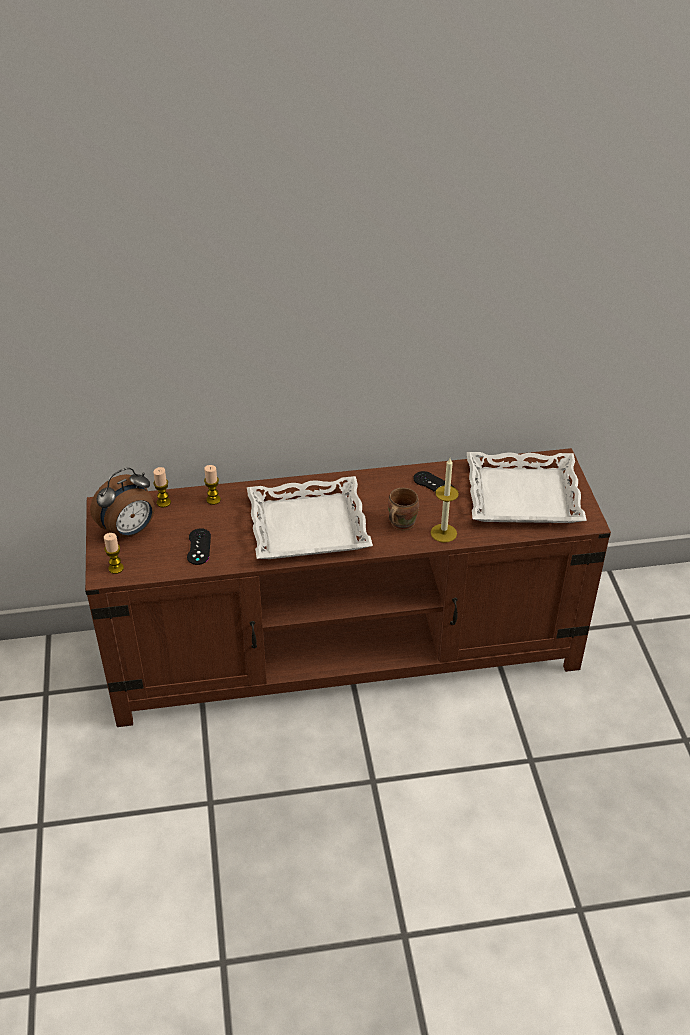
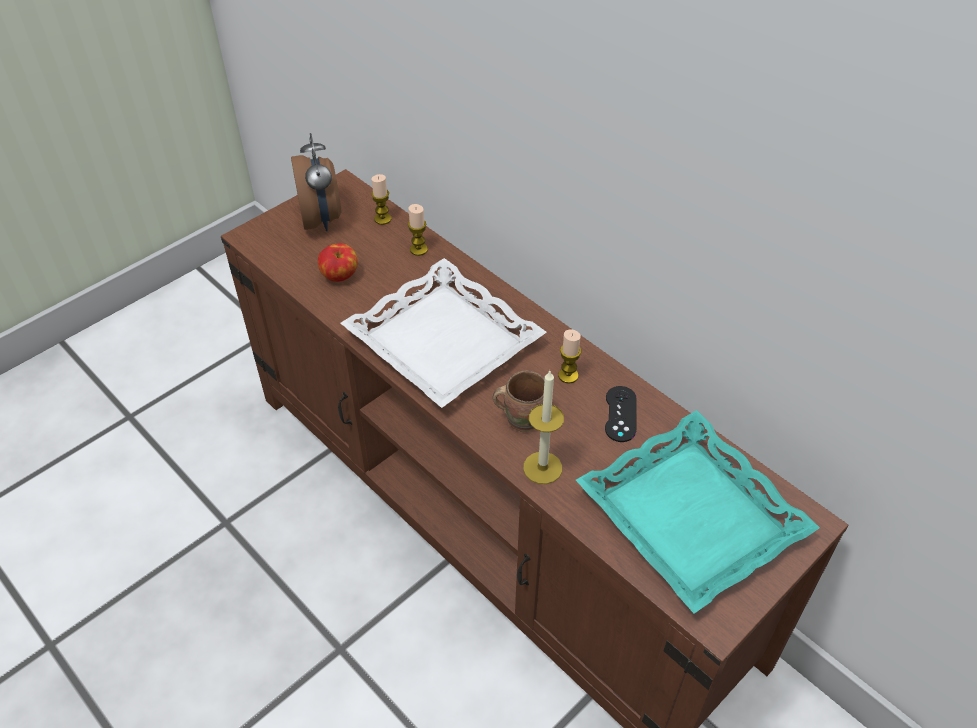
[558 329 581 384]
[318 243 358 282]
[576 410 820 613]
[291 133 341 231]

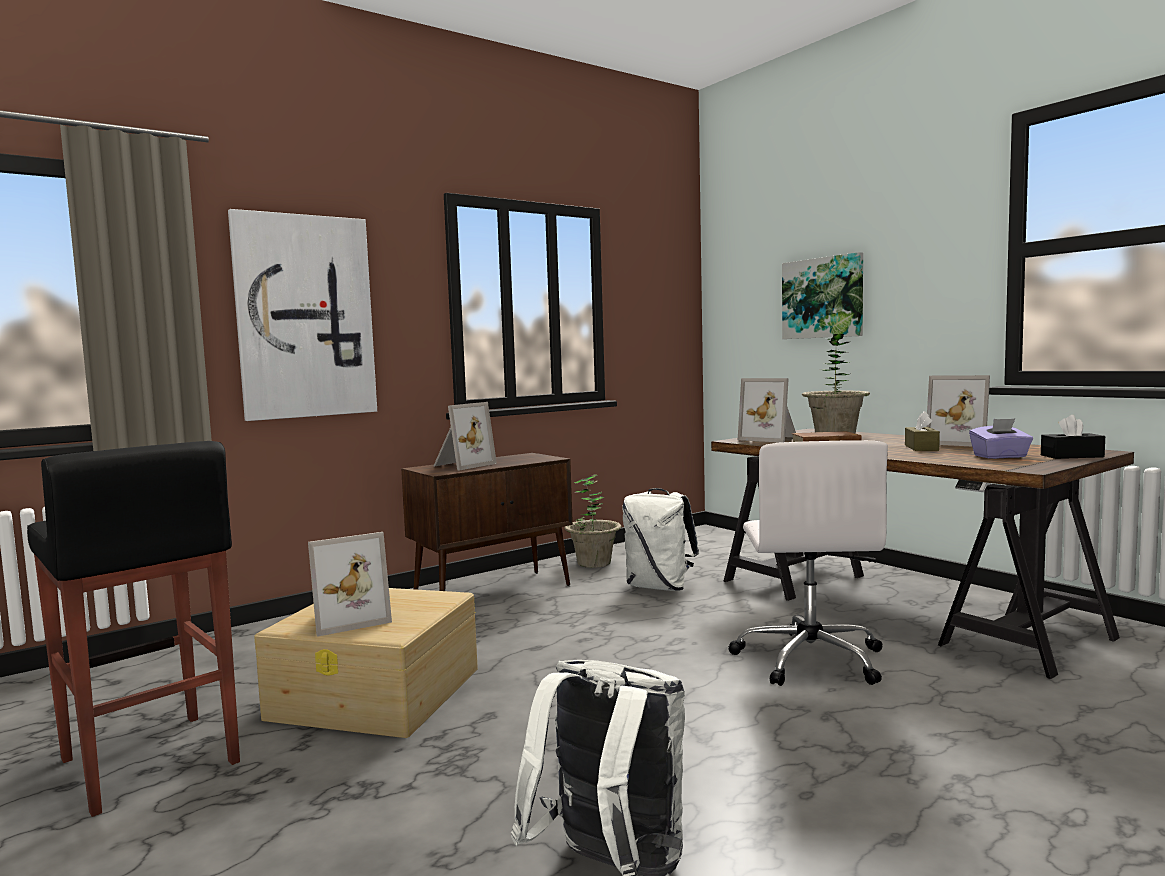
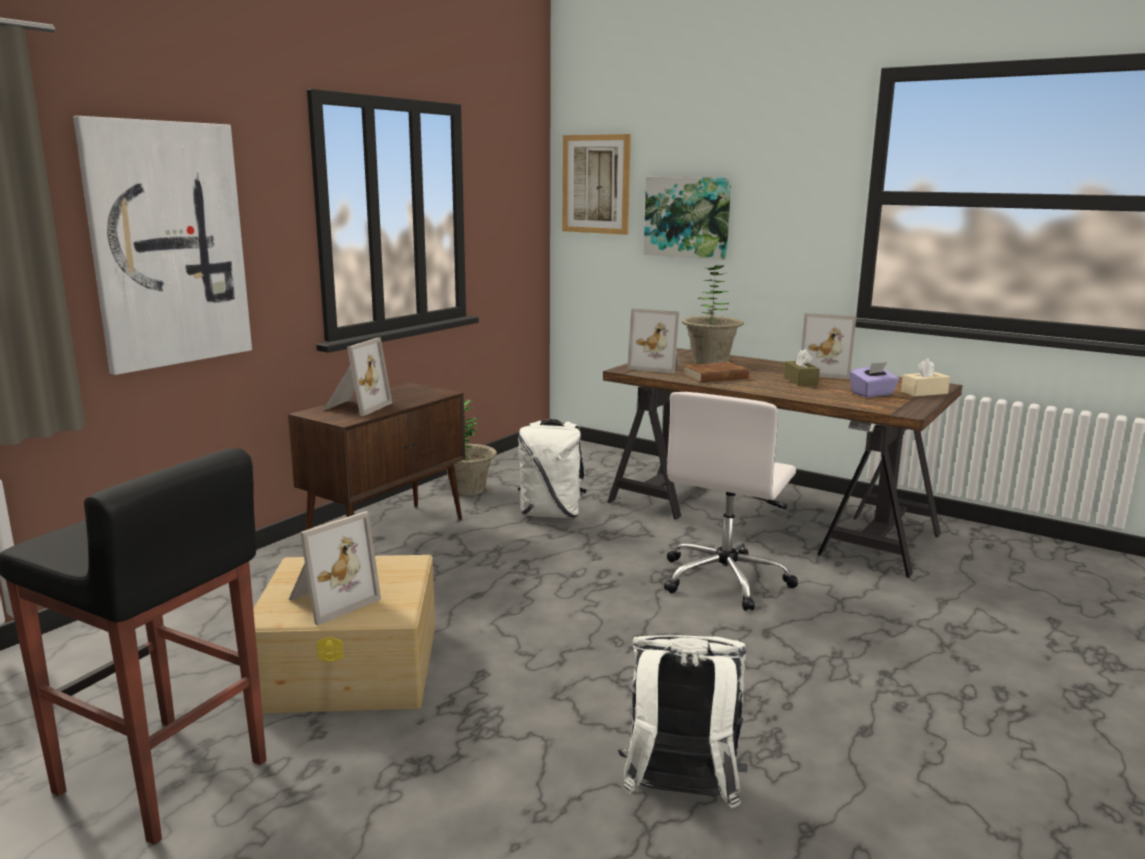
[562 134 631 235]
[901 358 950 397]
[664 392 798 611]

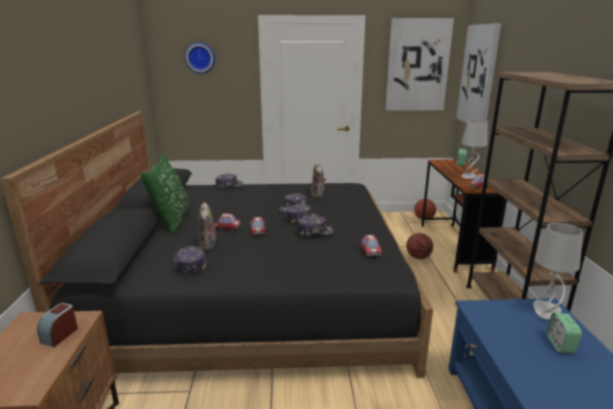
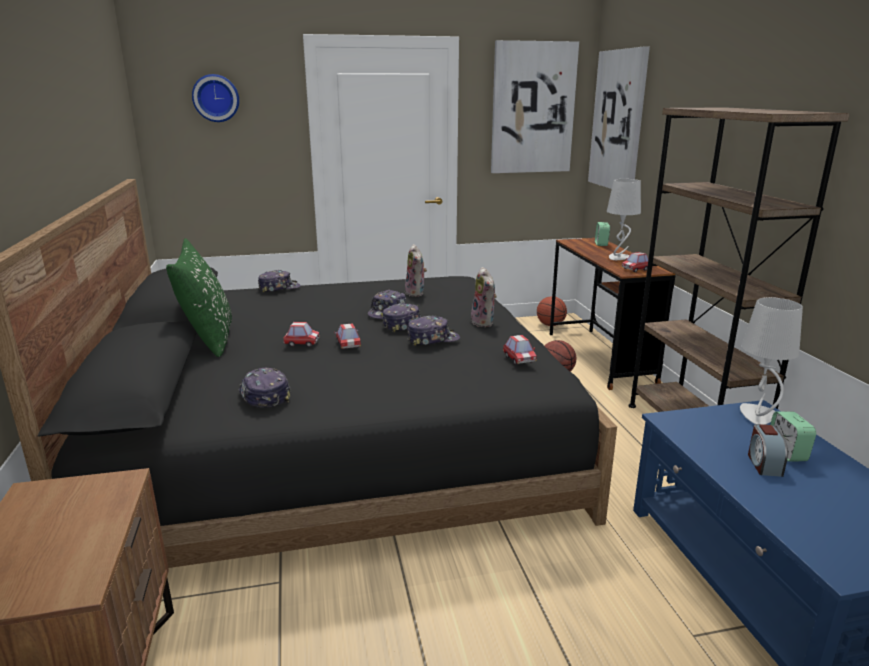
[748 424 788 477]
[471 267 497 327]

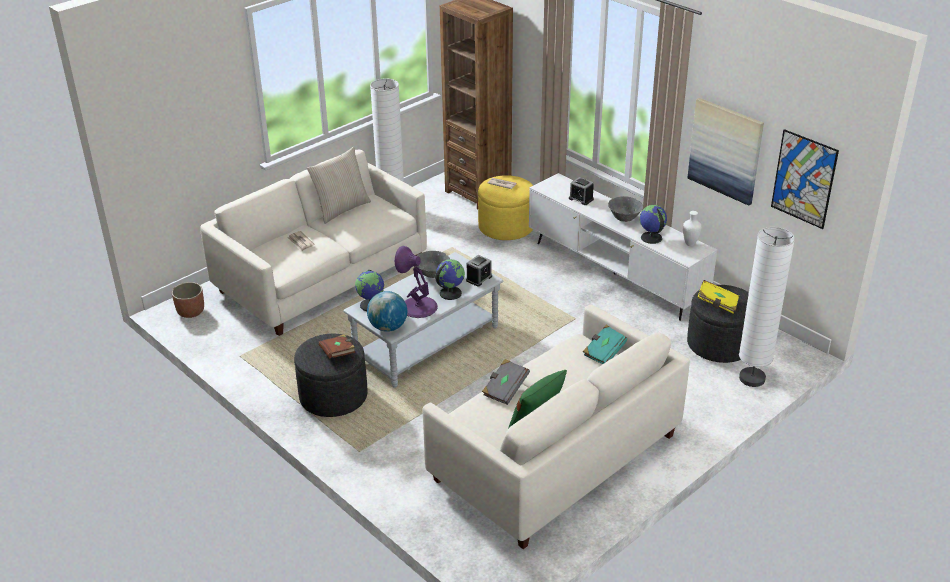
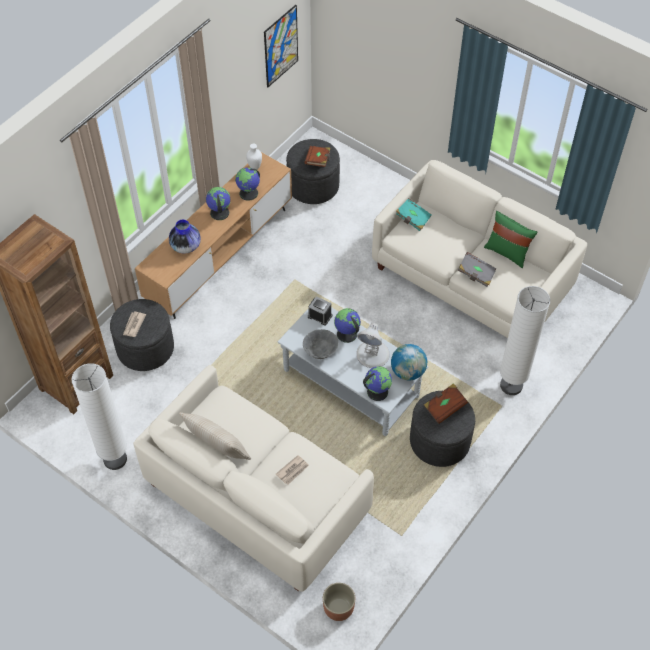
[687 98 764 206] (first image)
[500 286 550 395]
[169 220 201 254]
[206 187 230 220]
[356 323 390 368]
[110 299 174 371]
[135 152 292 319]
[304 146 330 167]

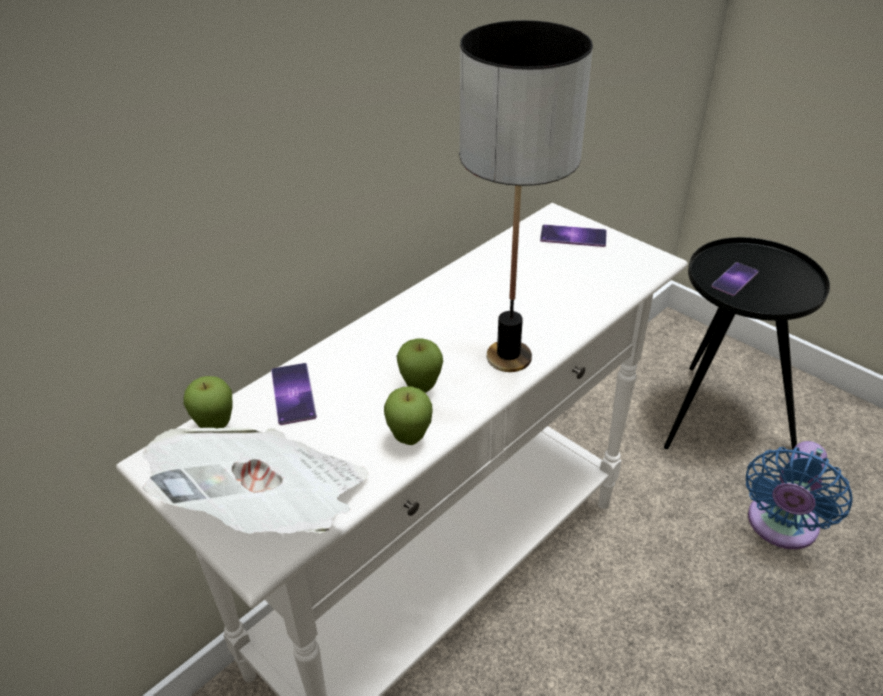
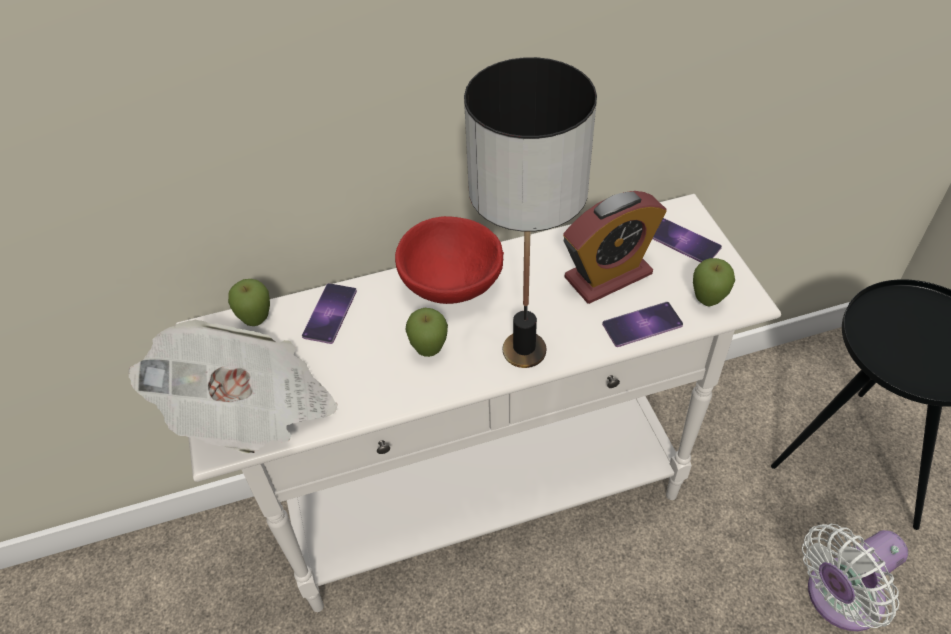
[395 216 504 304]
[563 191 667 304]
[693 258 735 306]
[602 302 683 347]
[802 524 908 631]

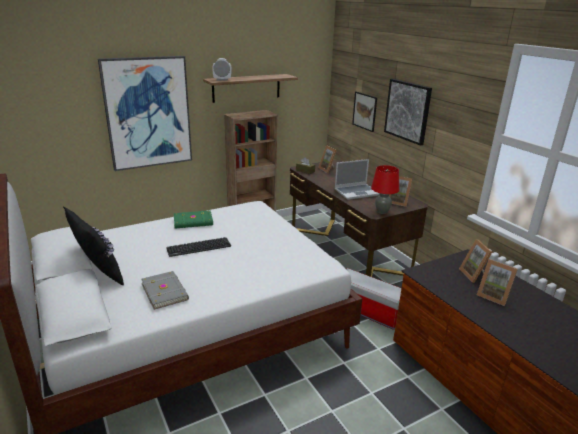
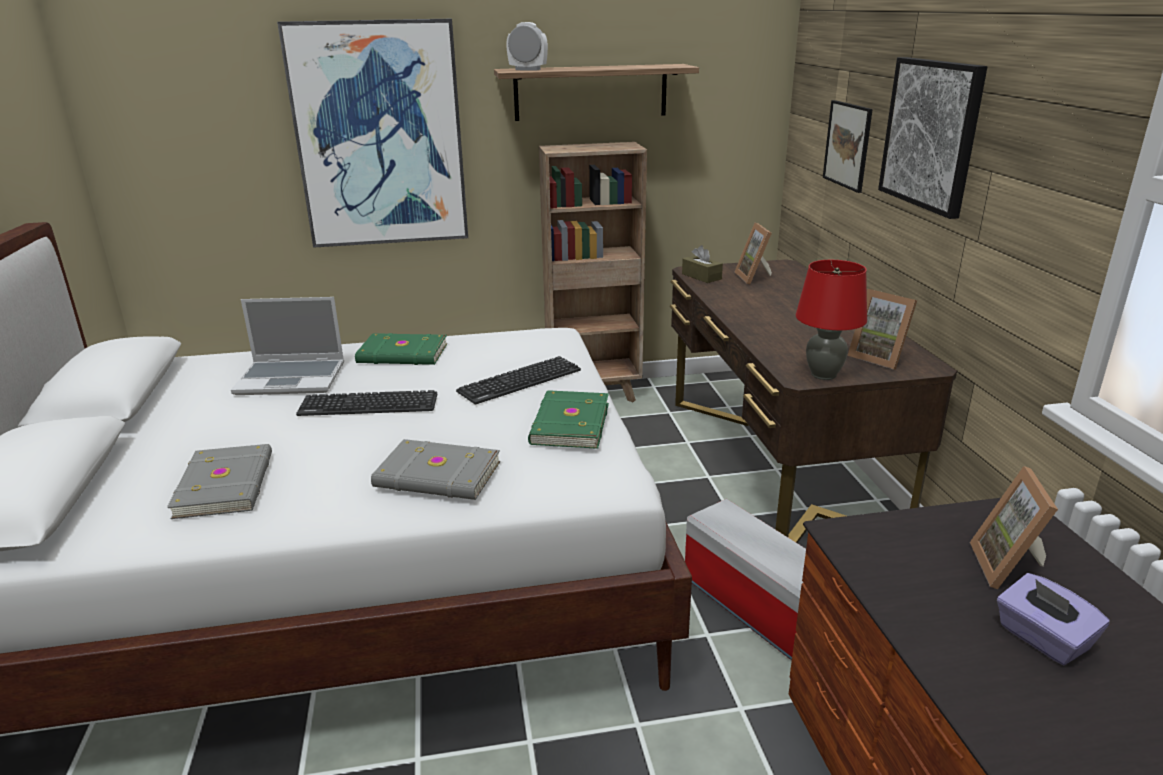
[63 207 124 286] (first image)
[371 439 500 500]
[456 356 581 404]
[528 390 609 449]
[231 297 344 395]
[997 573 1110 665]

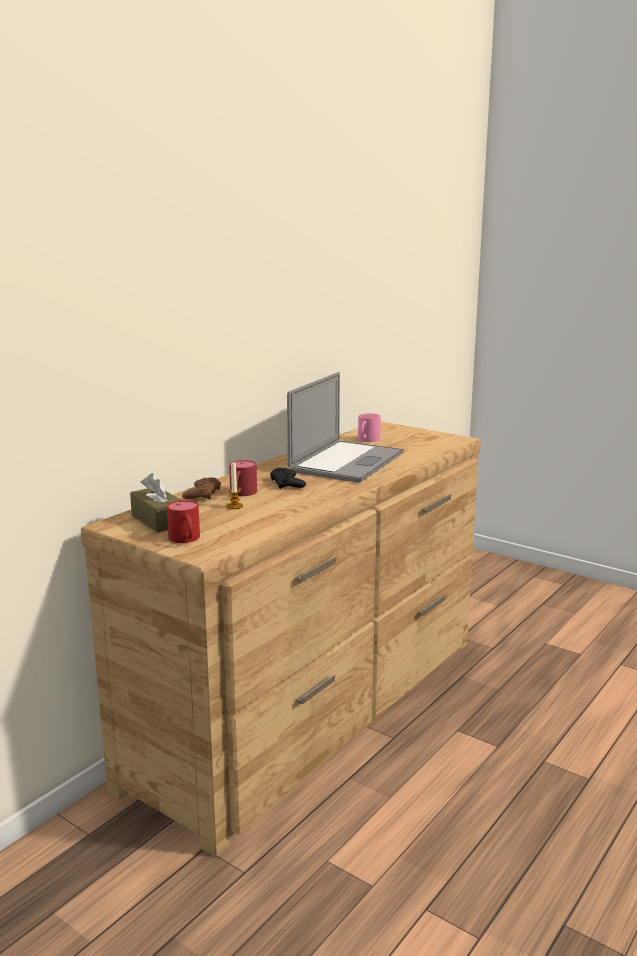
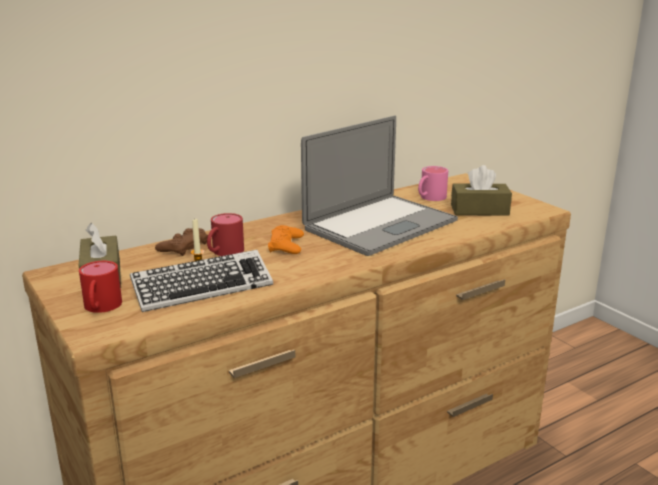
[130 250 273 312]
[451 165 512 216]
[268 225 304 254]

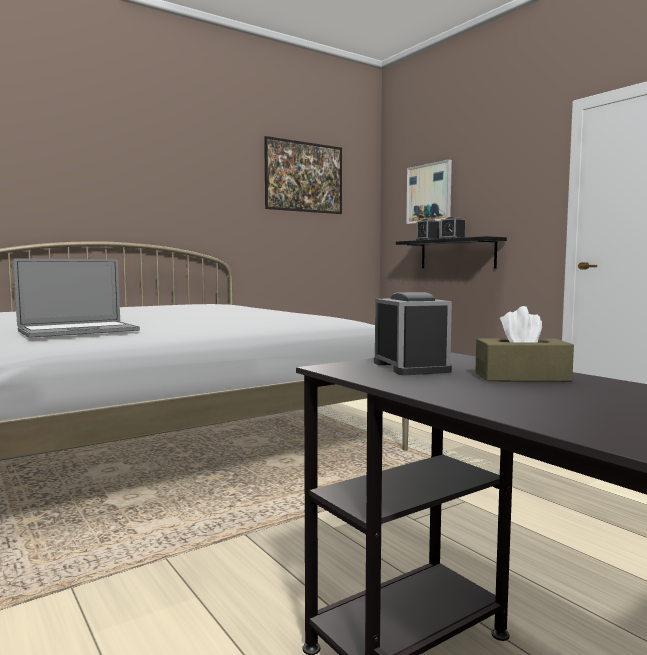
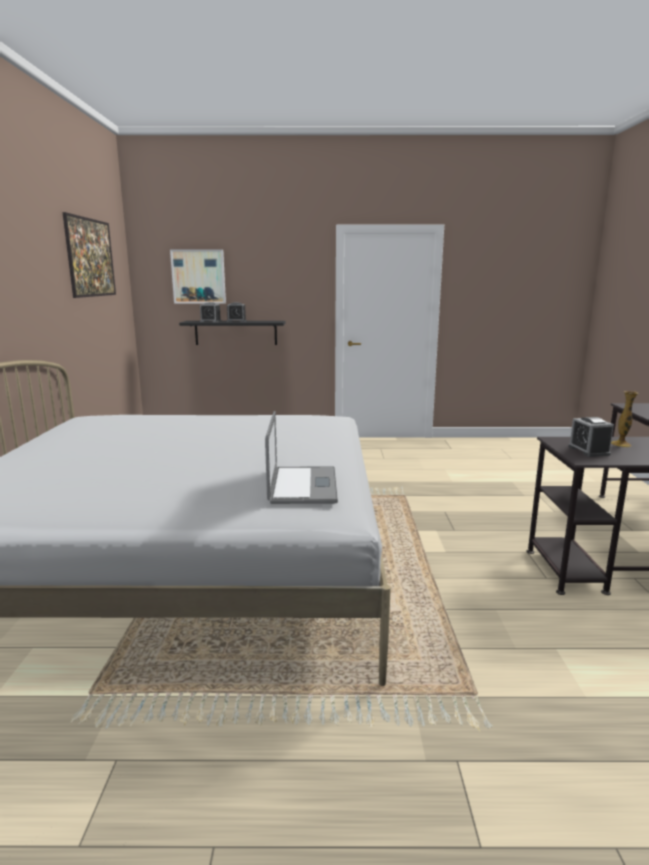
[611 391 639 447]
[568 417 614 457]

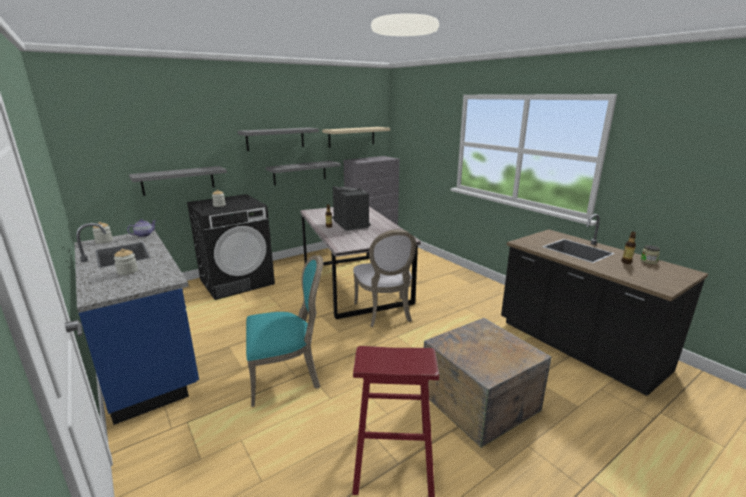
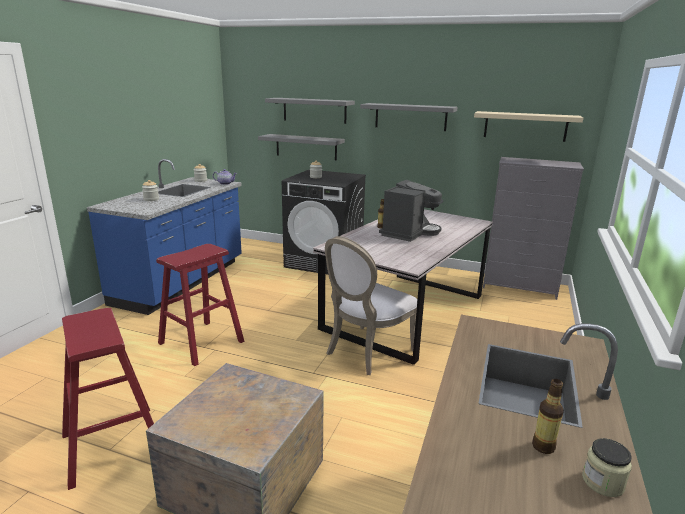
[265 98 355 124]
[156 244 244 366]

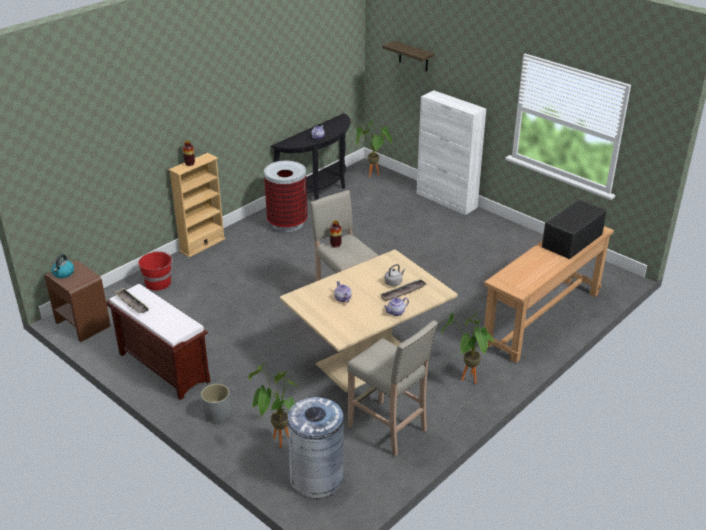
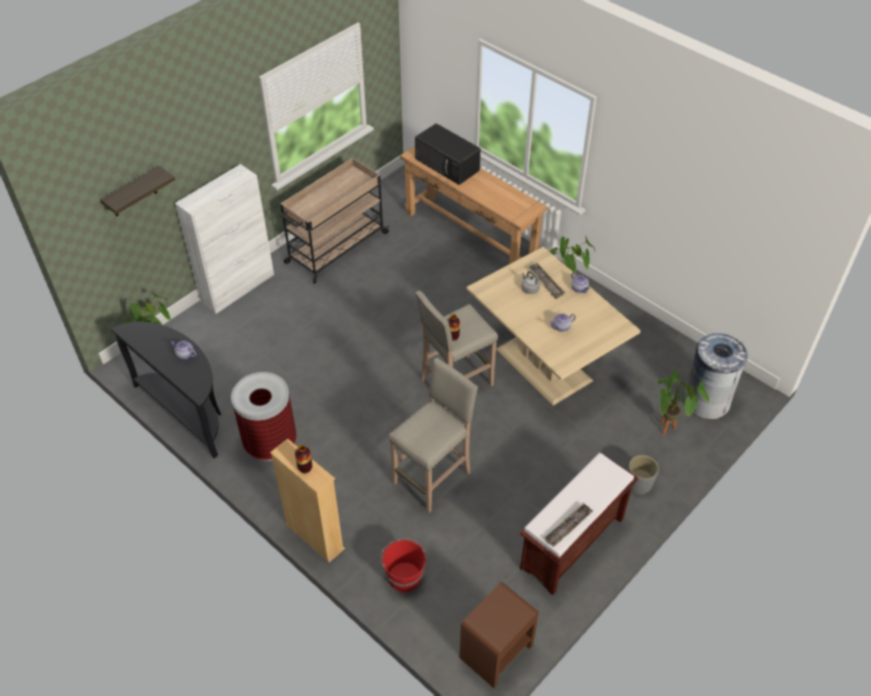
[51 254 74 278] (first image)
[280 158 390 284]
[388 358 478 513]

